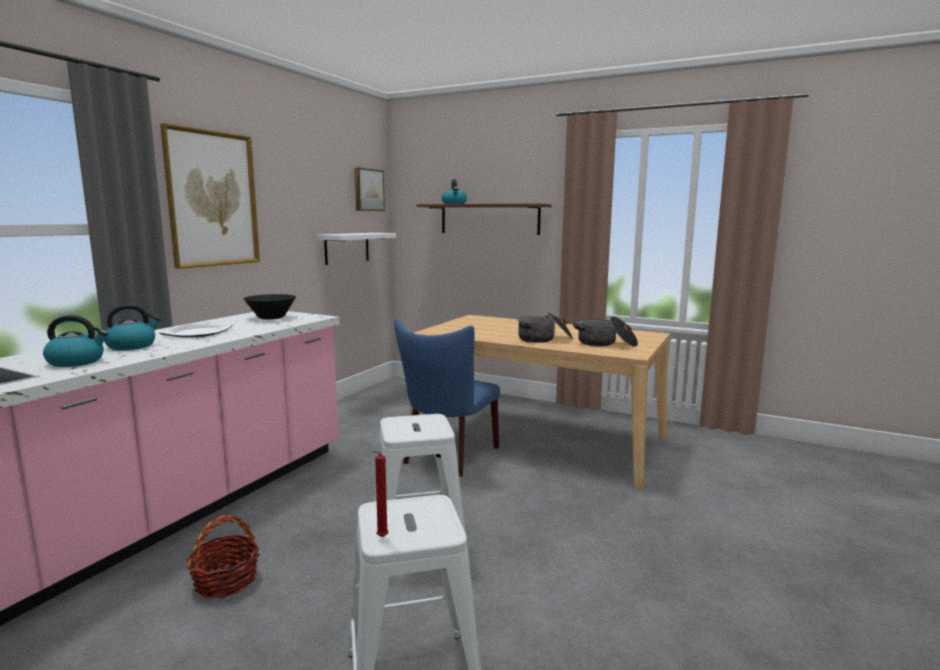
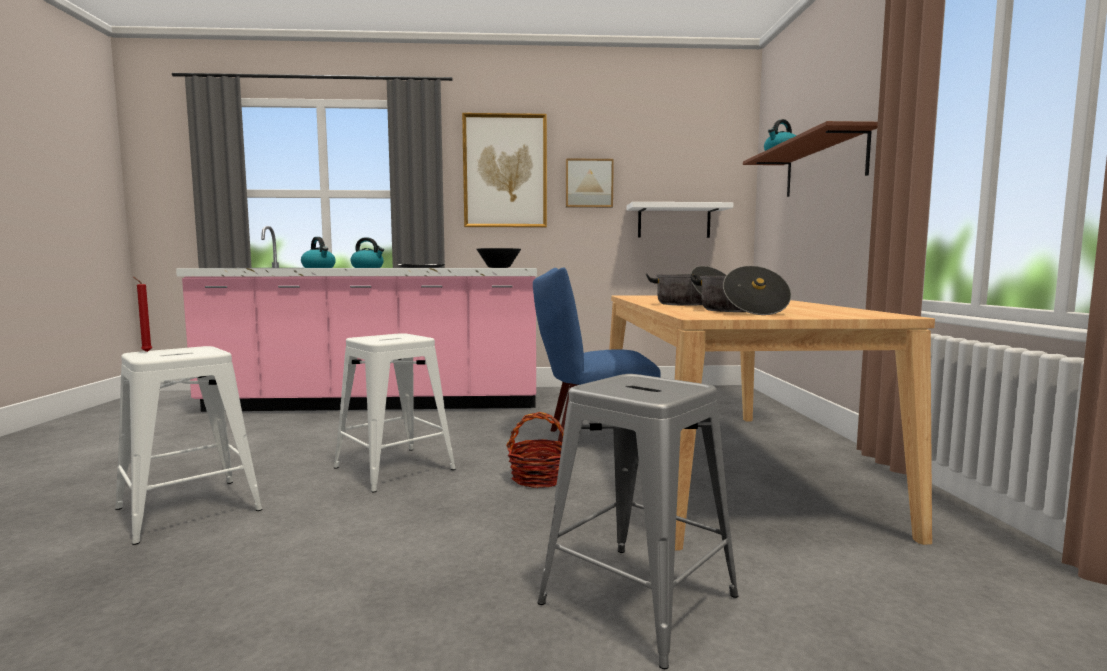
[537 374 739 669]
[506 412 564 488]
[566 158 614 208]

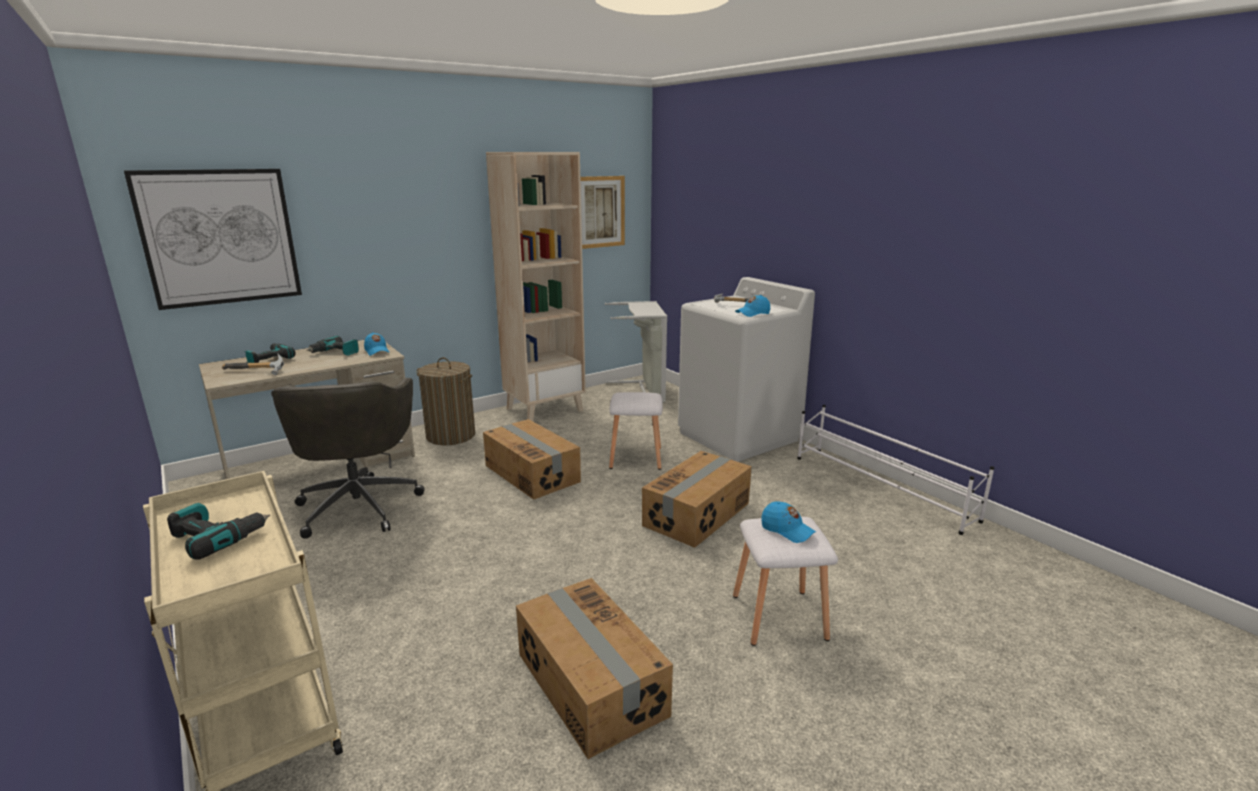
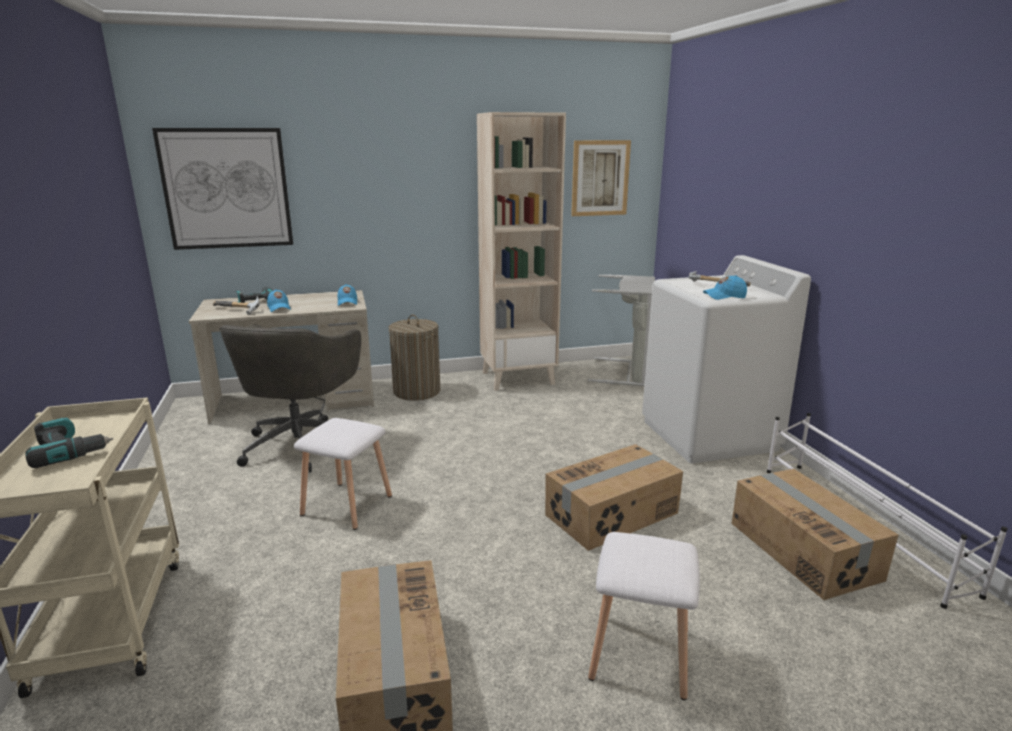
[307 336 359 356] (first image)
[731 469 899 600]
[294 418 392 530]
[267 289 291 312]

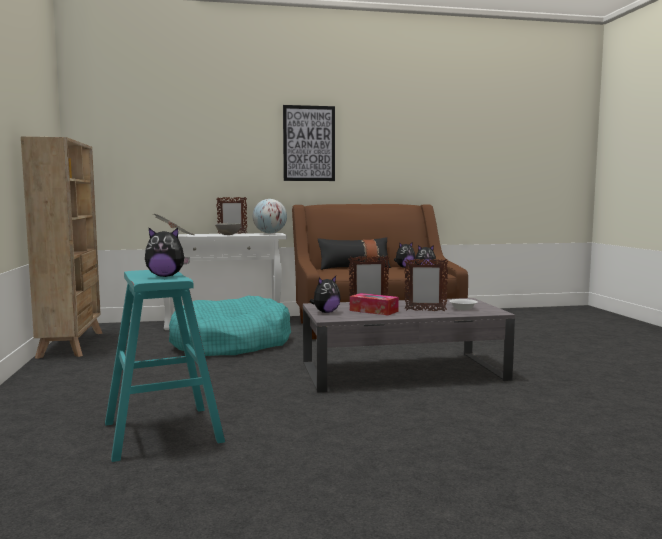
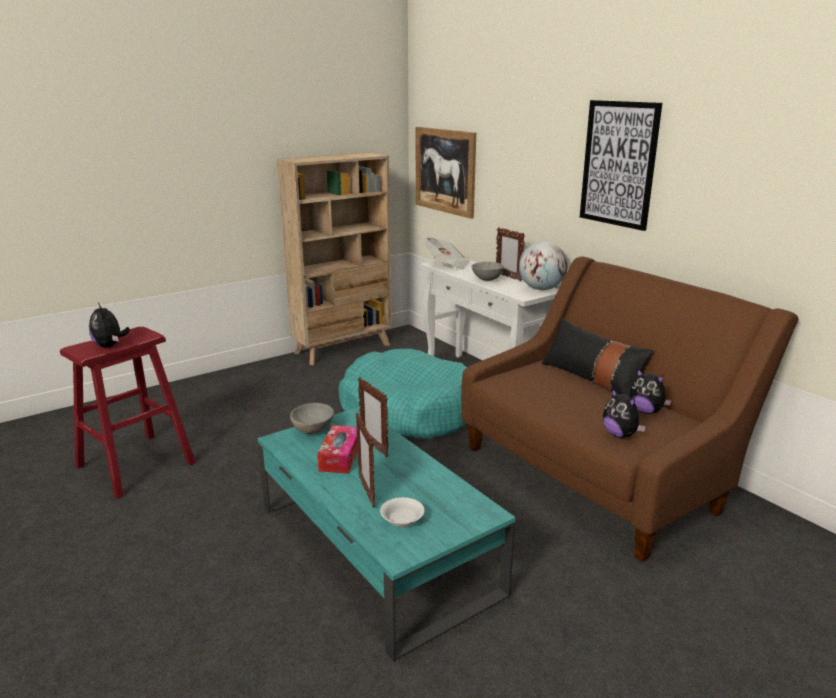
[416 127 476 219]
[290 403 334 434]
[60 327 196 499]
[257 407 516 662]

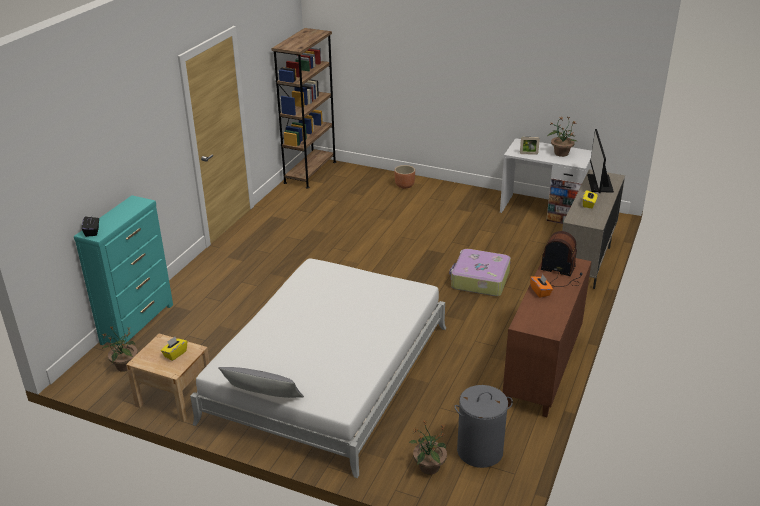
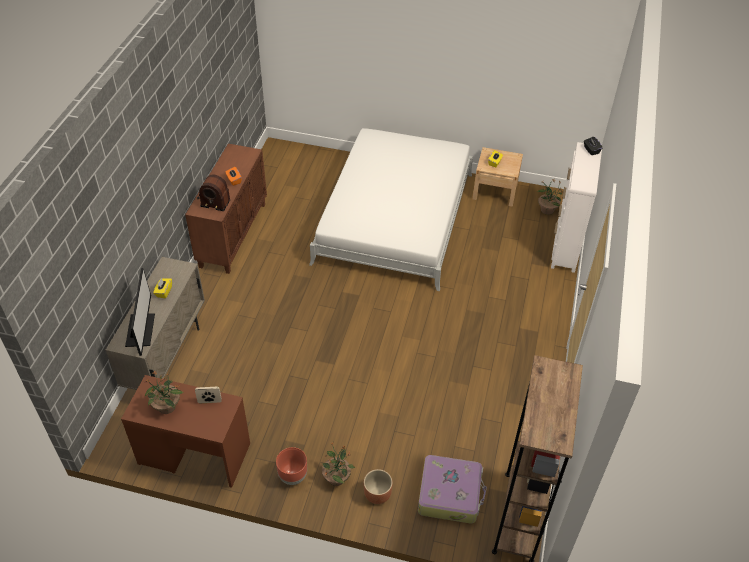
[218 367 304 398] (first image)
[454 385 513 468] (first image)
[276 447 307 485]
[322 442 355 486]
[418 455 487 523]
[551 142 602 273]
[121 375 250 488]

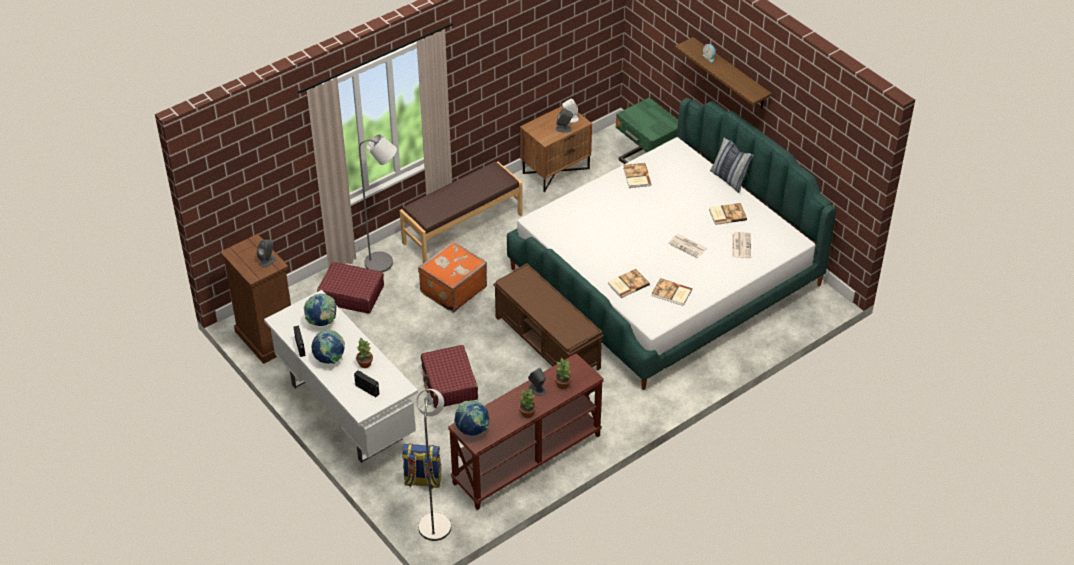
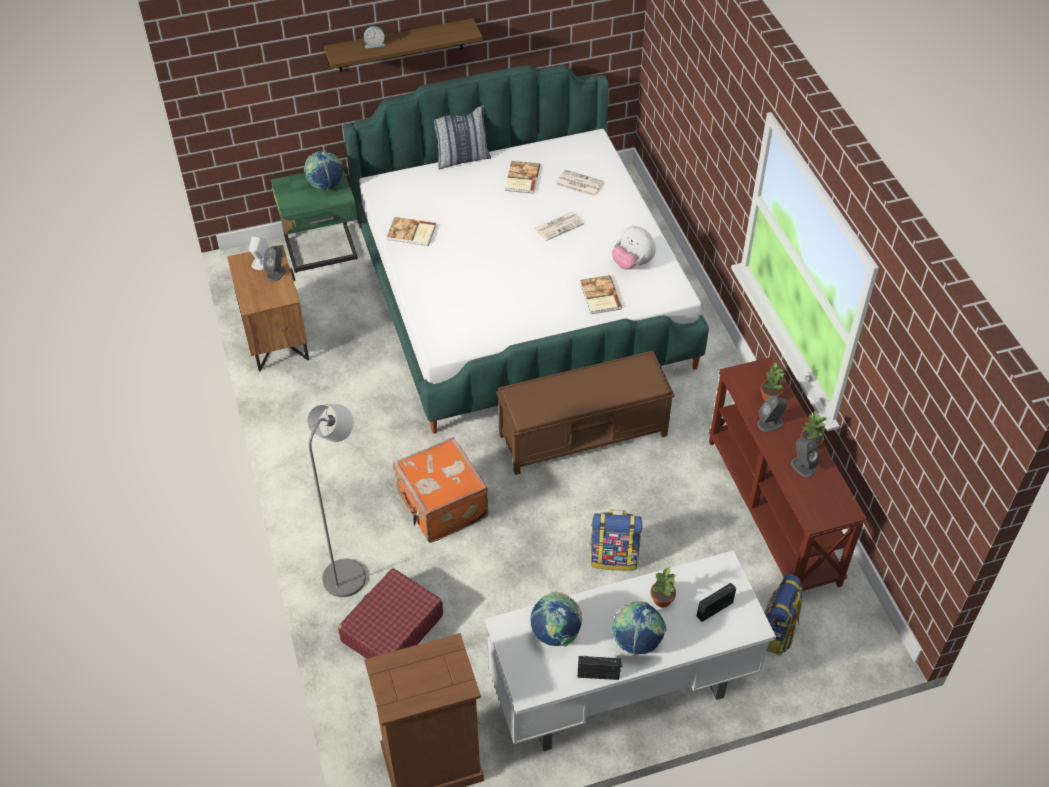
[400 162 523 263] (first image)
[416 389 451 541] (first image)
[791 438 820 478]
[304 151 343 190]
[590 509 642 571]
[612 225 656 269]

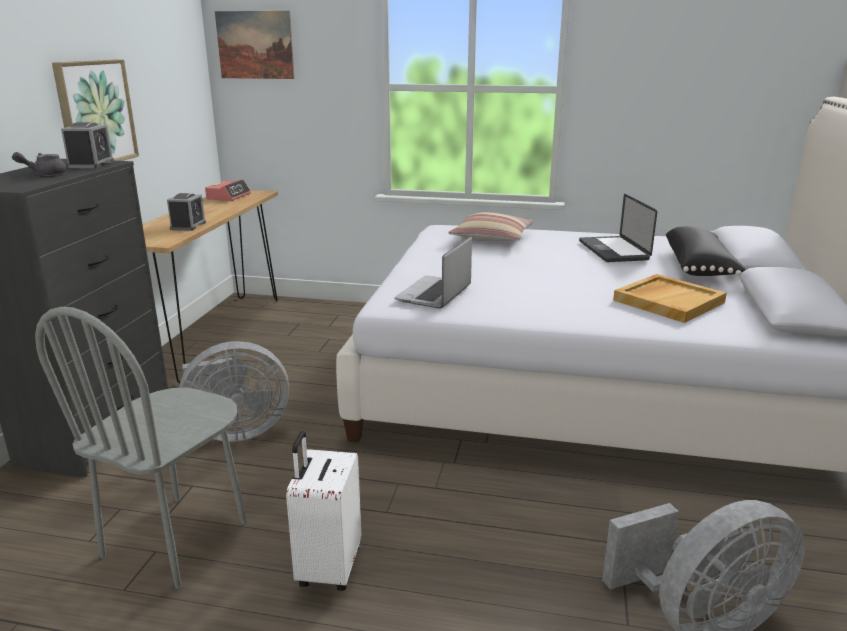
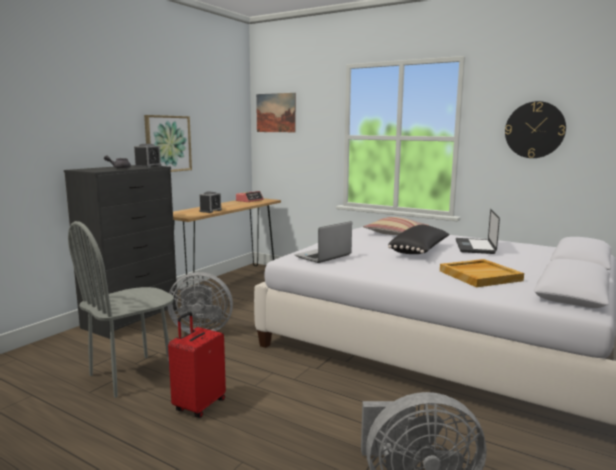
[505 101 566 158]
[388 225 450 254]
[168 312 226 418]

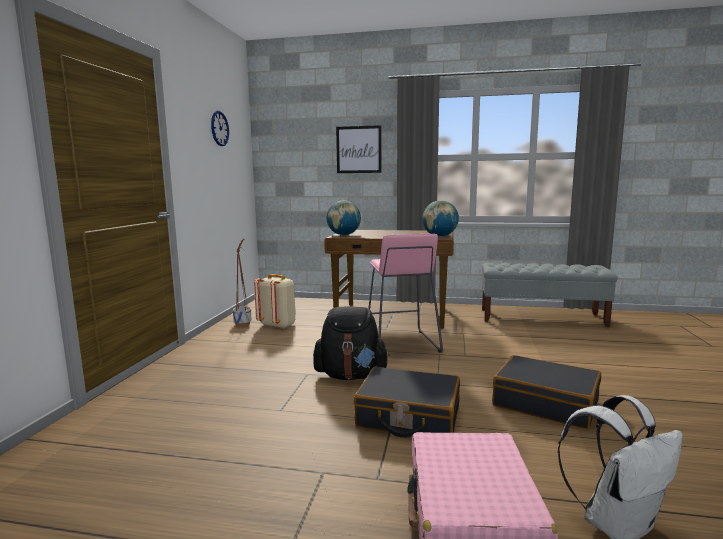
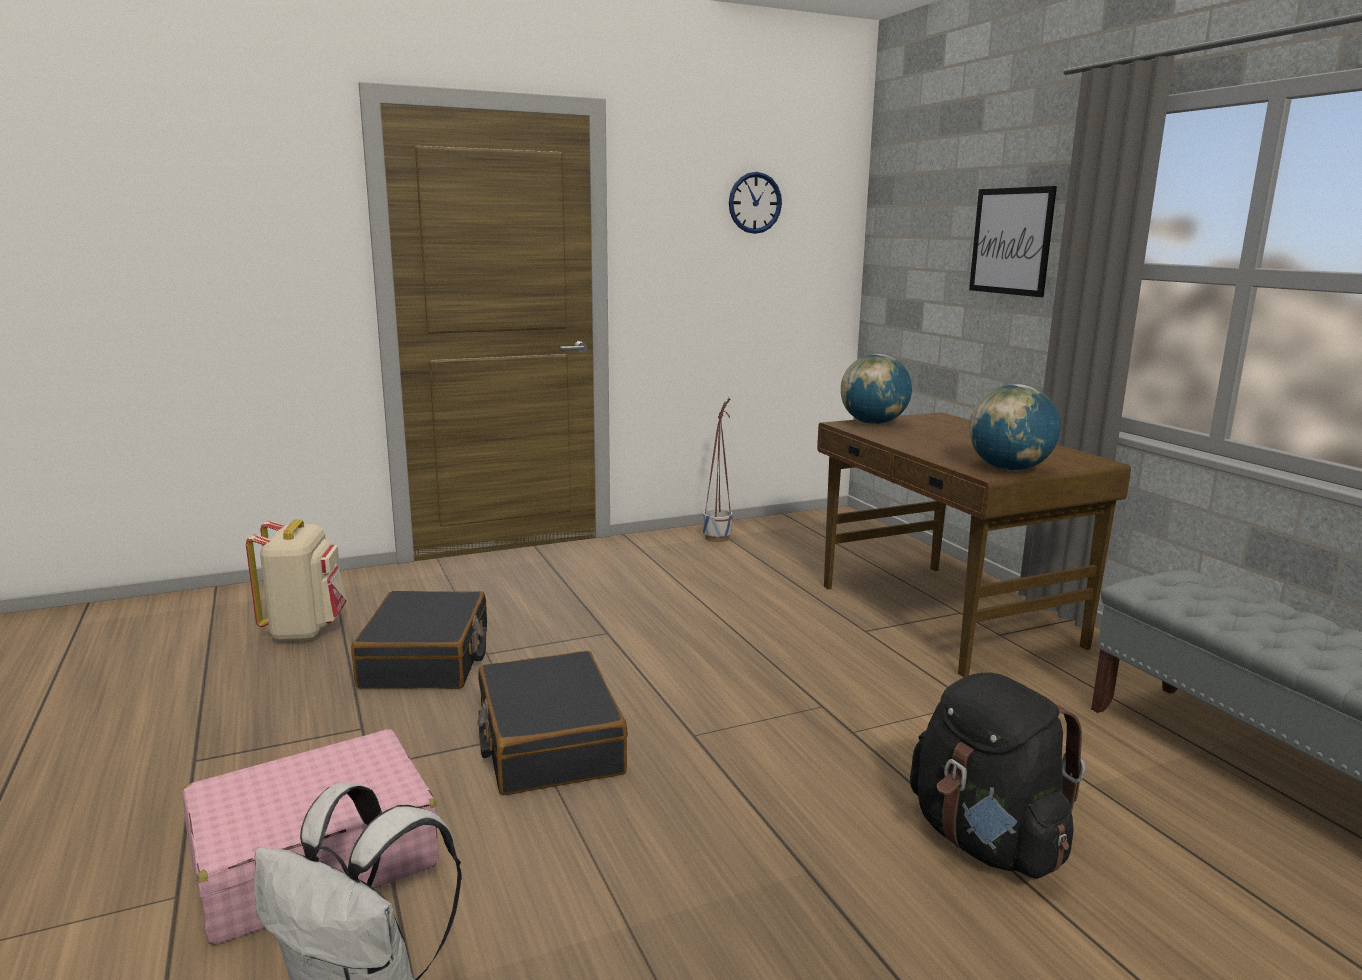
[369 234 443 352] (first image)
[246 519 347 642]
[910 673 1085 879]
[351 591 487 689]

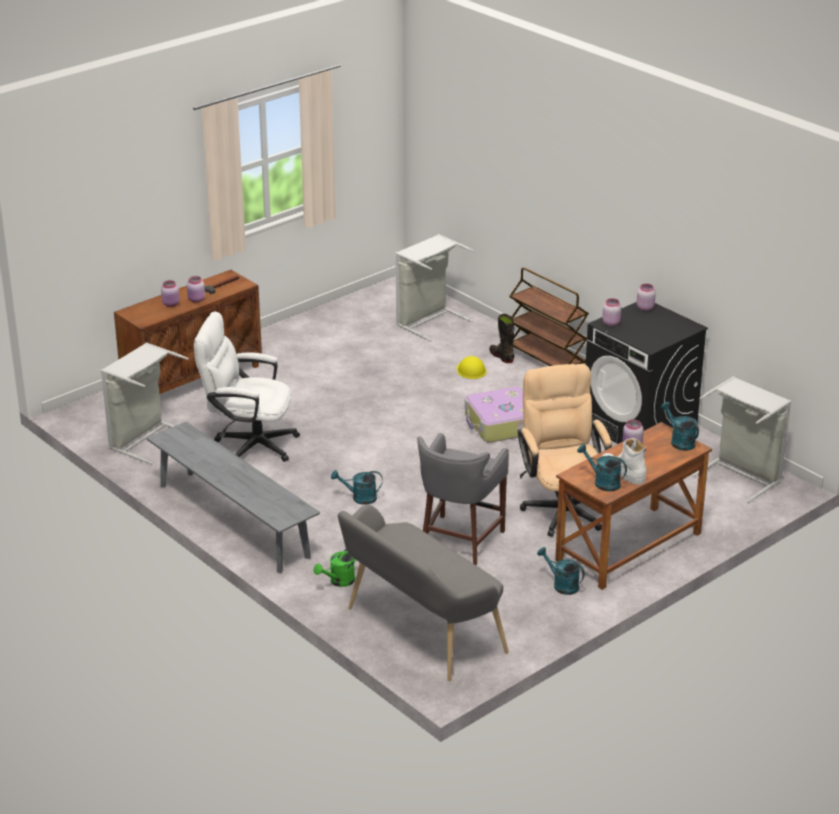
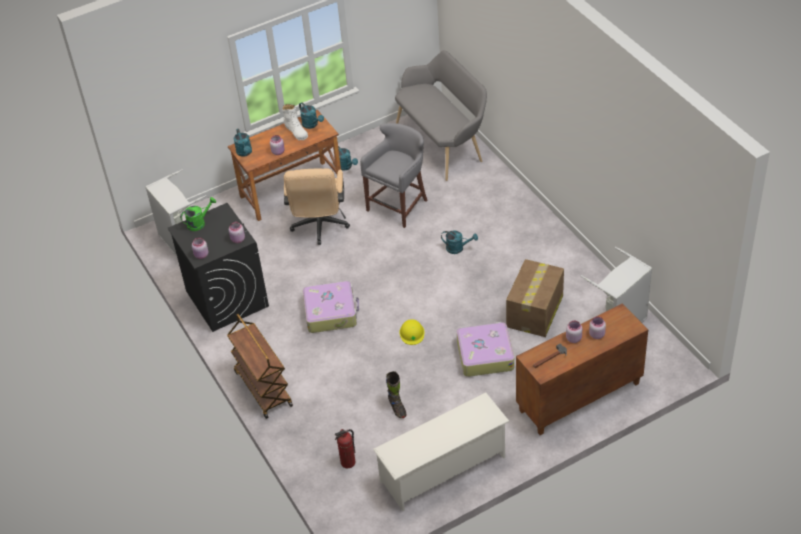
[147 421 320 573] (first image)
[373 392 510 511]
[457 322 514 377]
[180 197 216 231]
[399 319 424 345]
[386 371 407 418]
[506 259 564 337]
[335 429 356 468]

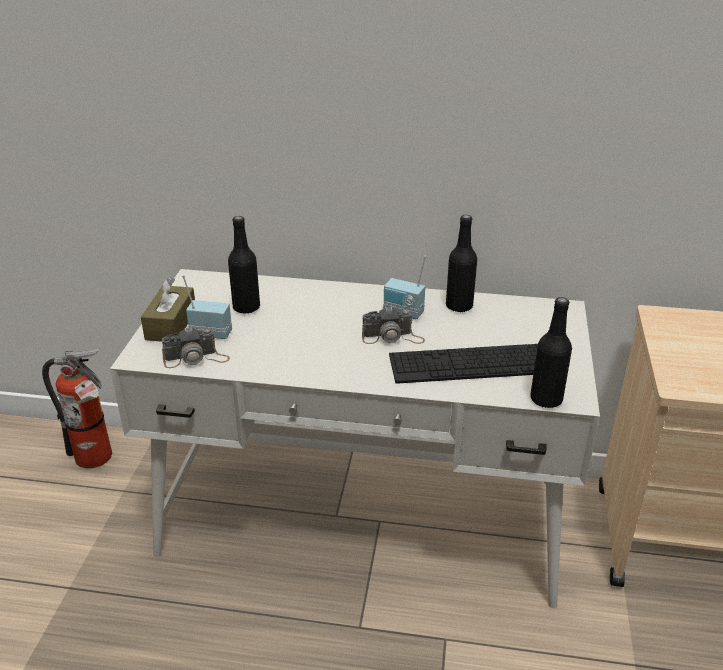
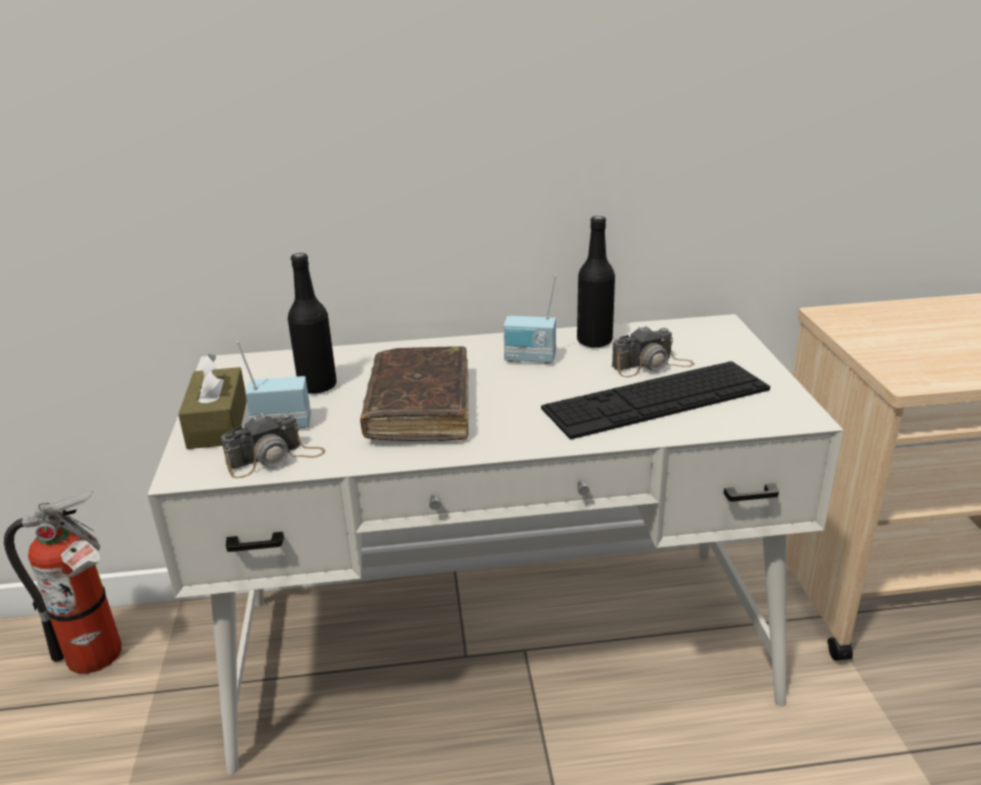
[530 297 572 408] (first image)
[360 346 468 441]
[612 326 695 377]

